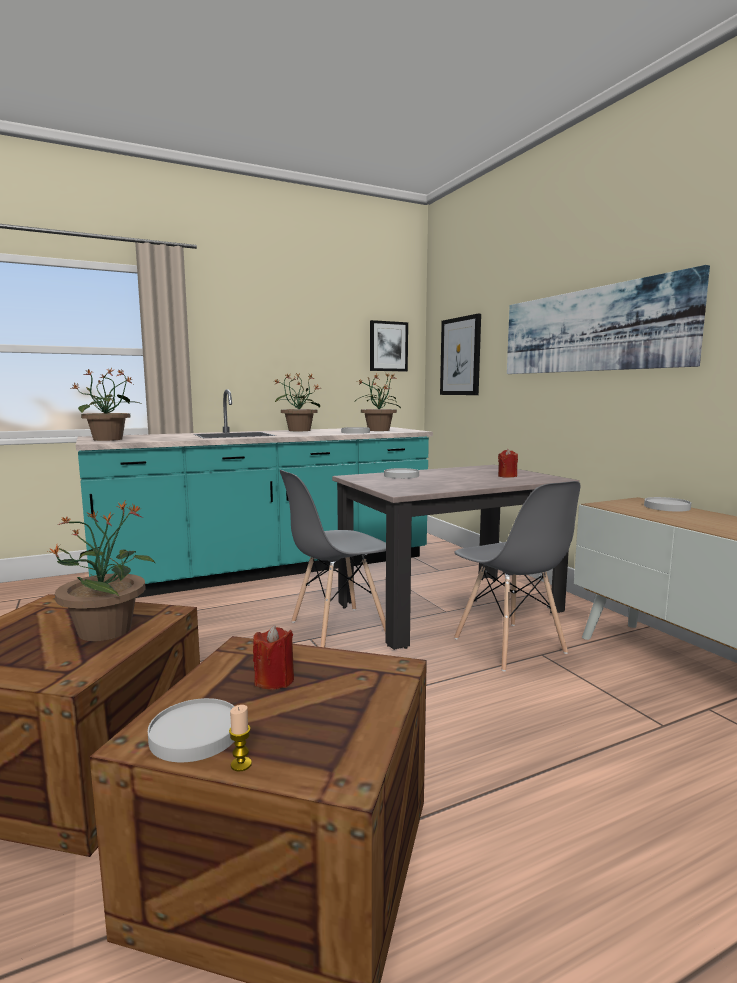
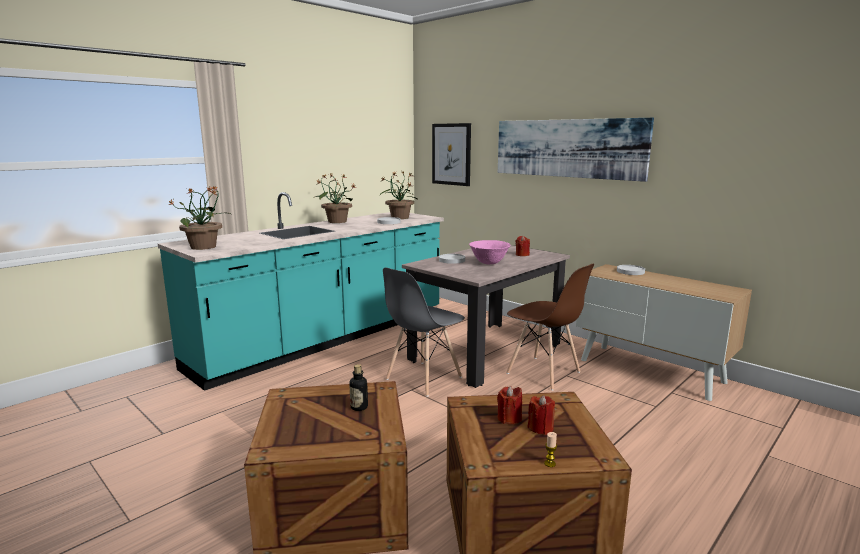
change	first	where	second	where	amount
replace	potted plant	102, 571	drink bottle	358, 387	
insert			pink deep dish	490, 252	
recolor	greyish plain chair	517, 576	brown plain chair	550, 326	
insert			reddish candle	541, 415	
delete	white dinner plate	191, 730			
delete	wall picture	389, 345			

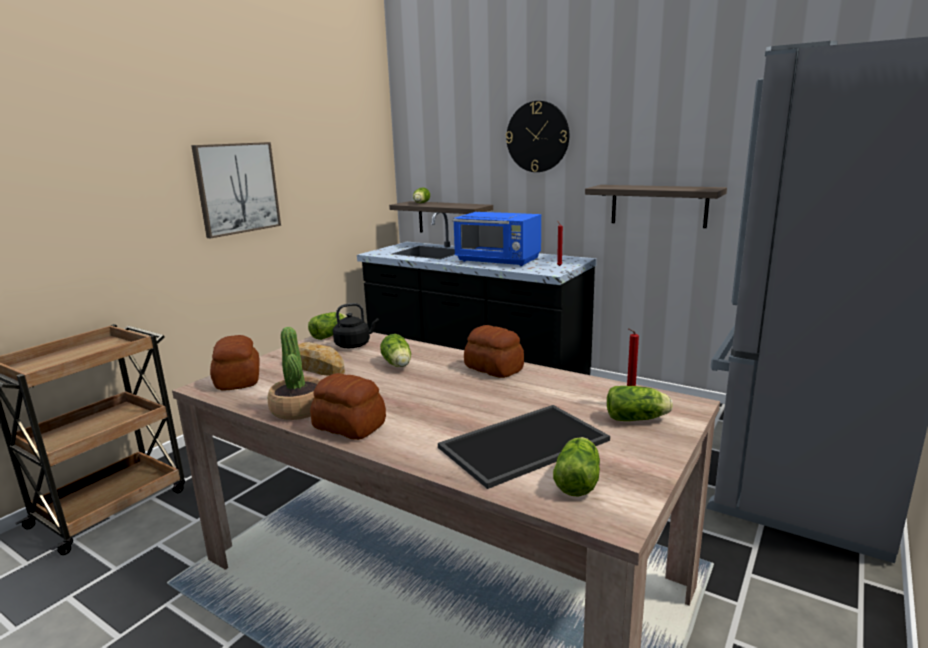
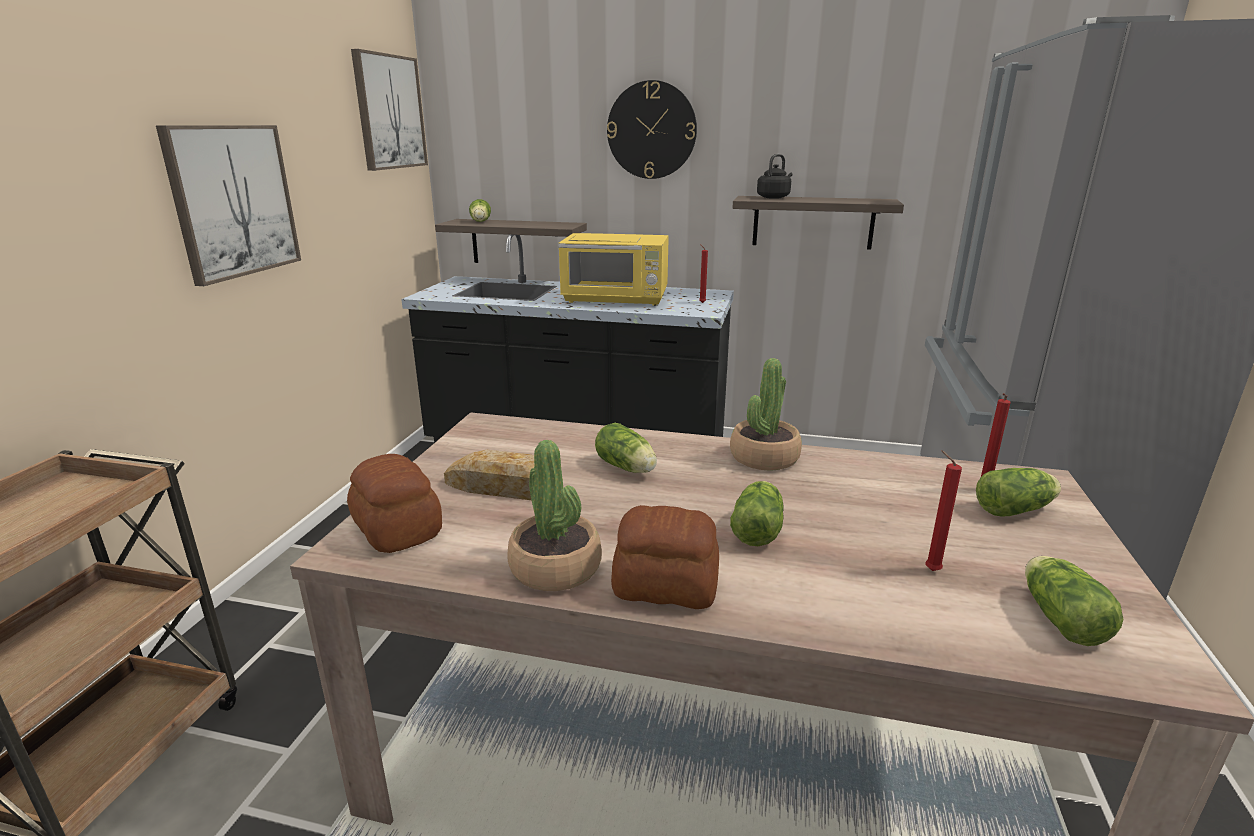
change	first	where	second	where	amount
insert			wall picture	389, 110	
recolor	bluish microwave	497, 239	yellow-coloured microwave	613, 269	
replace	bread	494, 351	potted plant	766, 414	
move	head of lettuce	327, 326		757, 513	
move	black kettle	356, 325		775, 176	
replace	carrying tray	524, 447	reddish candle	943, 510	

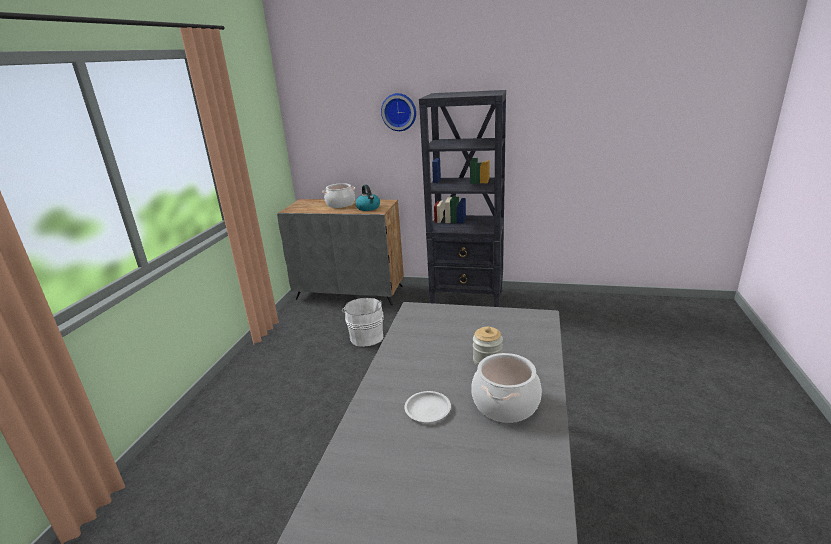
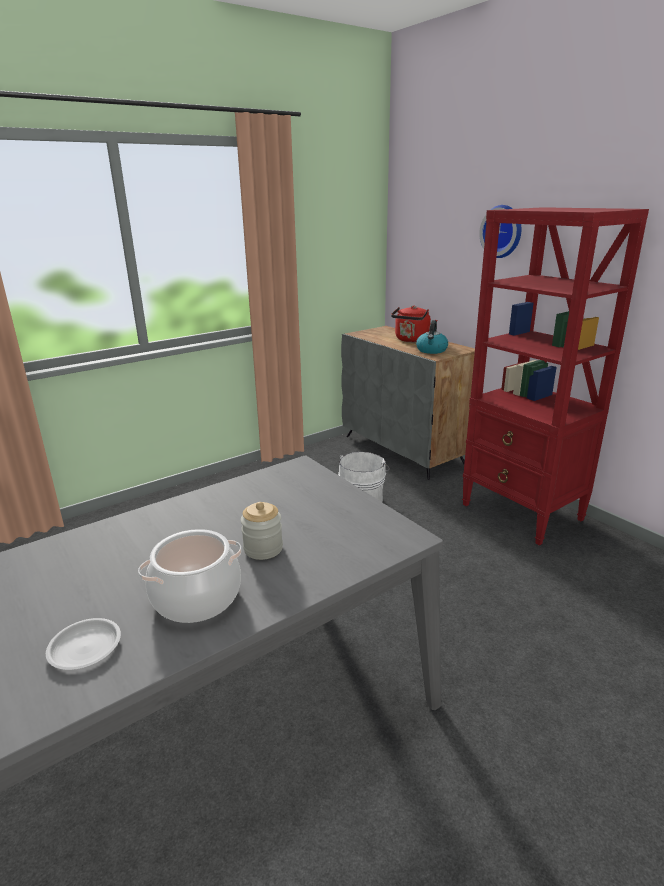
change	first	where	second	where	amount
move	white dinner plate	427, 406		83, 644	
replace	stockpot	338, 195	reddish kettle	414, 324	
recolor	black shelving unit	462, 198	reddish shelving unit	555, 376	

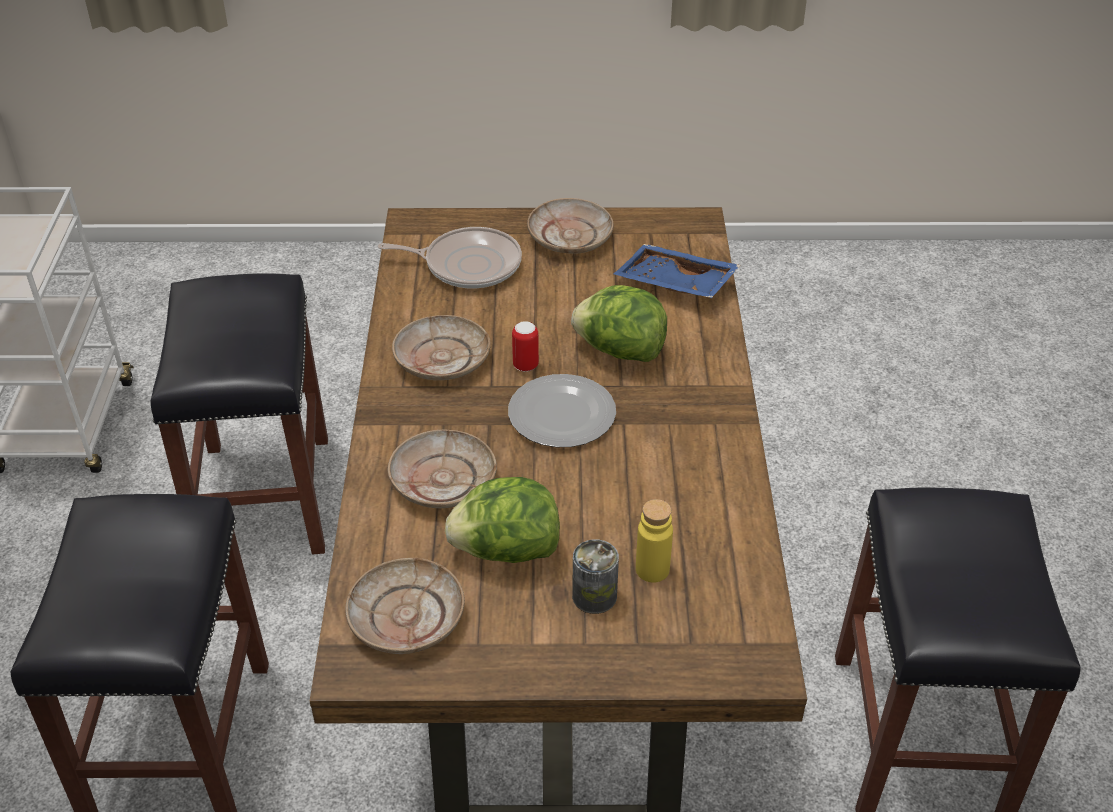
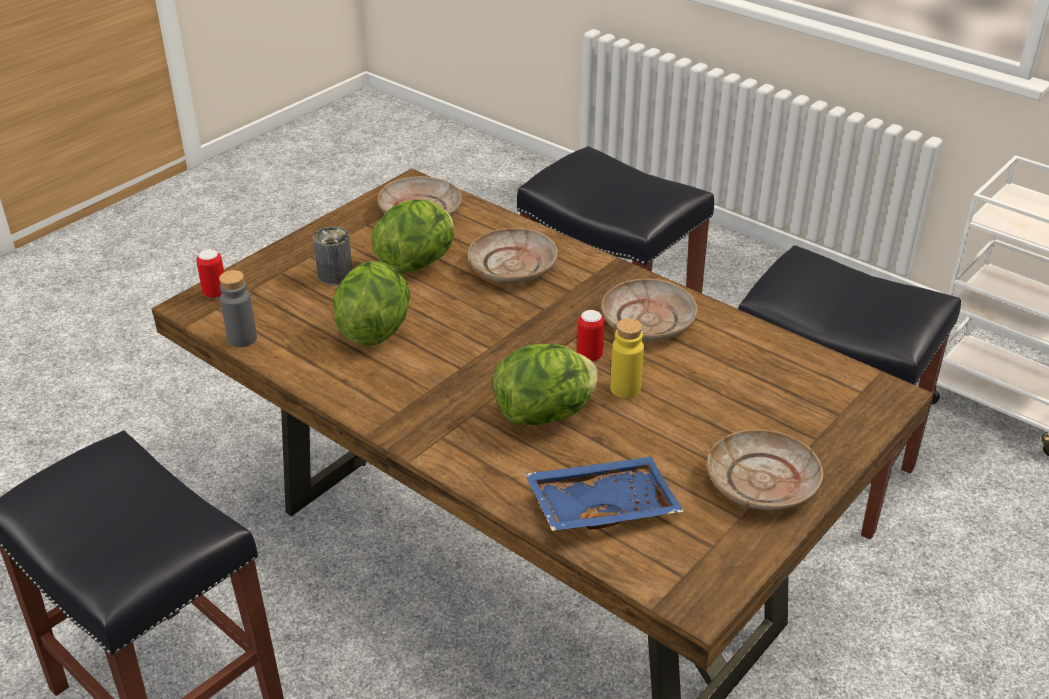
change	first	where	second	where	amount
insert			metal can	210, 273	
insert			greyish drink bottle	238, 308	
insert			head of lettuce	371, 303	
move	yellow-coloured drink bottle	654, 540		627, 358	
delete	frying pan	450, 257			
delete	dinner plate	562, 410			

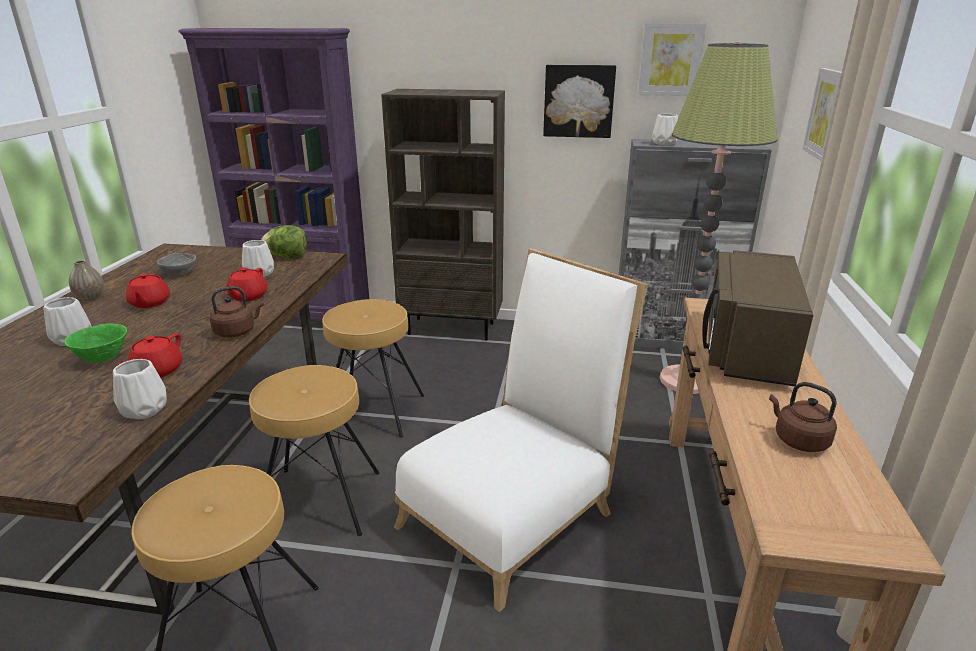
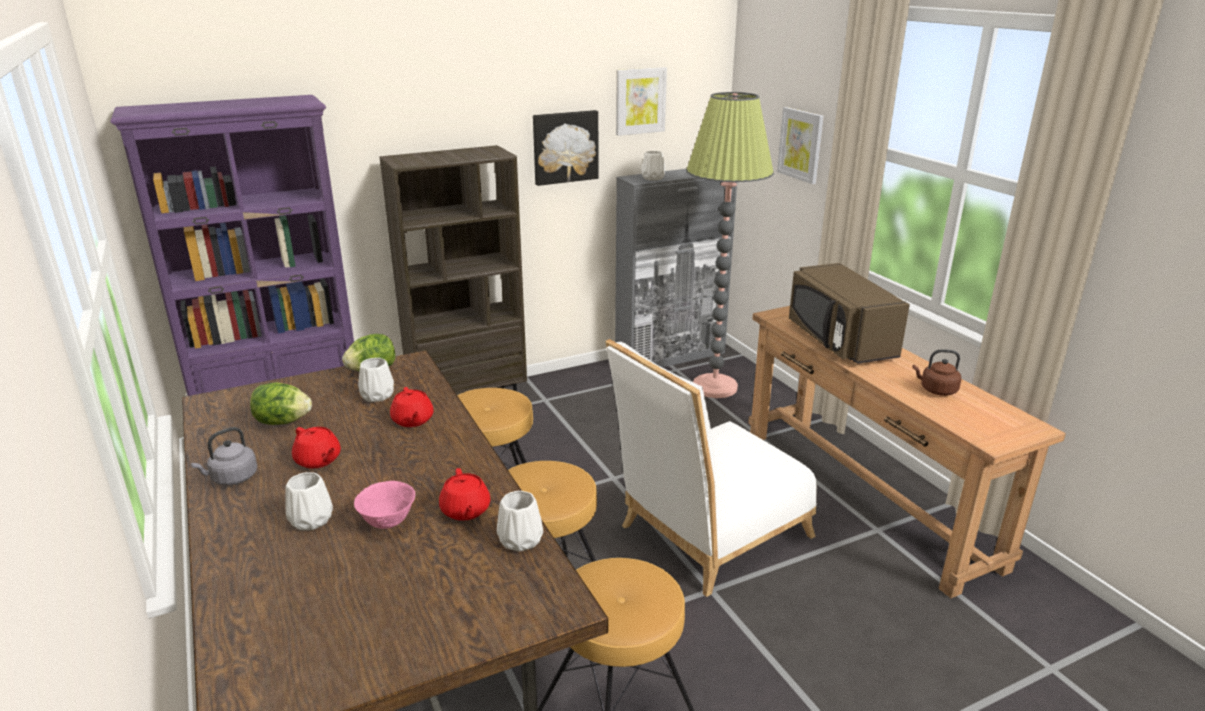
change	first	where	second	where	amount
replace	vase	86, 280	greyish kettle	224, 456	
replace	greyish deep dish	176, 264	head of lettuce	281, 403	
recolor	green-coloured deep dish	96, 343	pink deep dish	384, 505	
rotate	white plain chair	521, 430		711, 468	135 degrees counterclockwise
delete	brown kettle	237, 312			

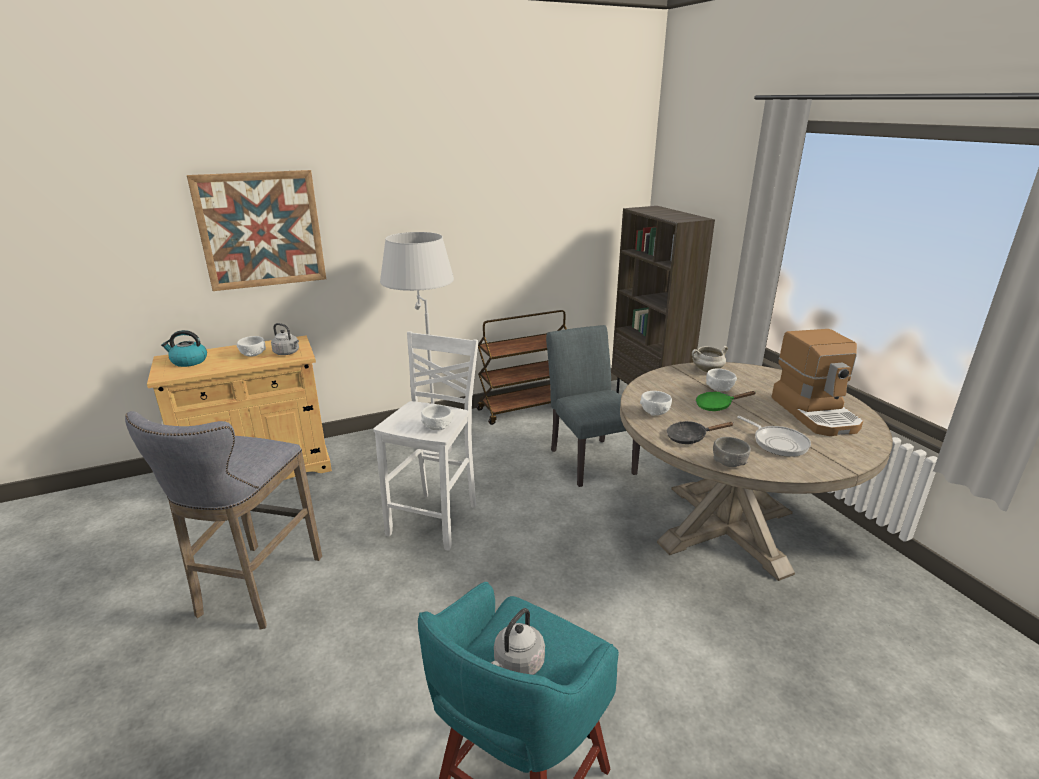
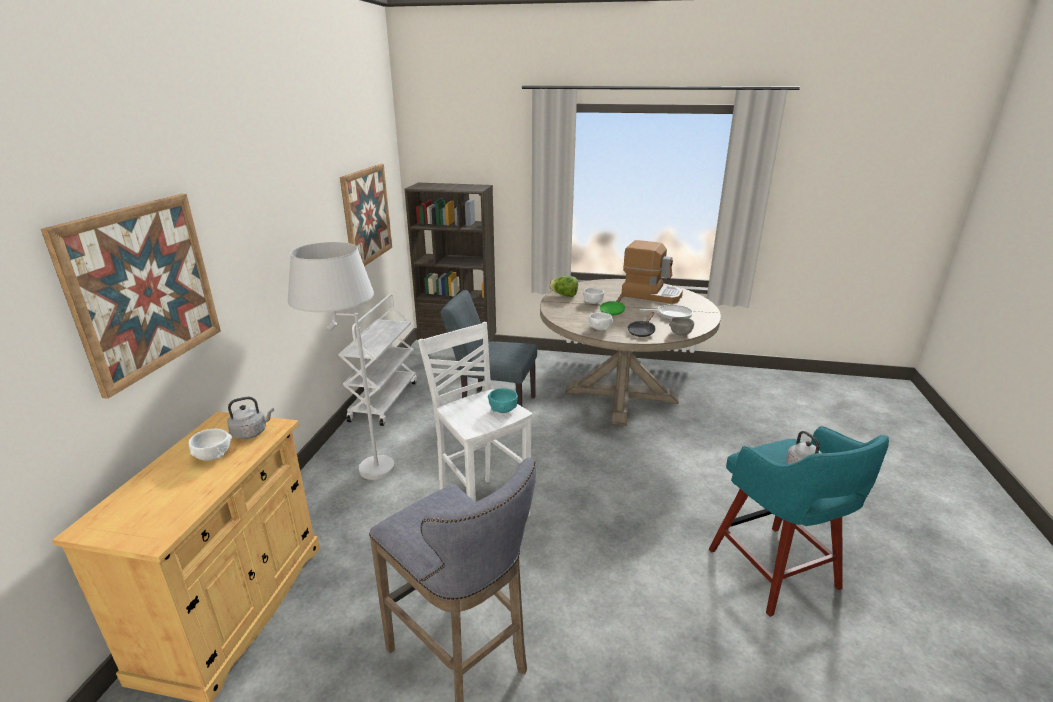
change	first	where	second	where	amount
recolor	brown trolley	521, 367	white trolley	377, 360	
insert			wall picture	366, 215	
recolor	white deep dish	437, 417	turquoise-coloured deep dish	503, 400	
replace	white stockpot	710, 359	head of lettuce	563, 286	
delete	kettle	184, 348			

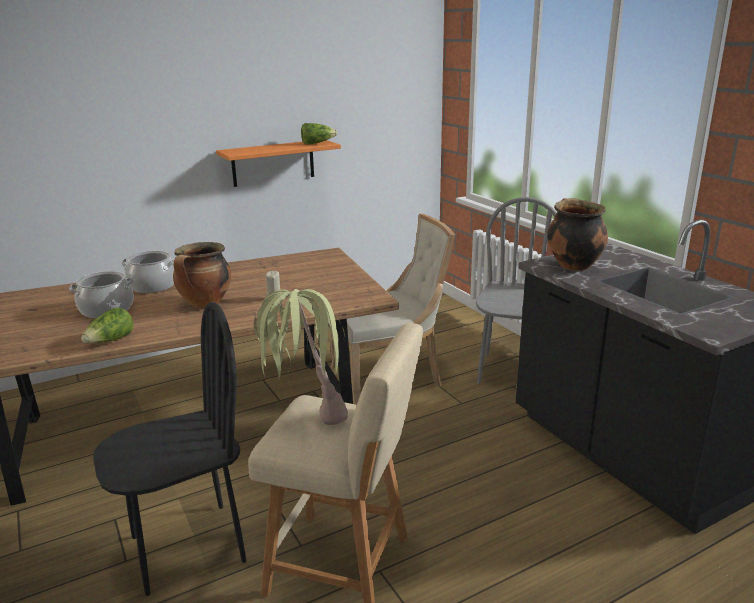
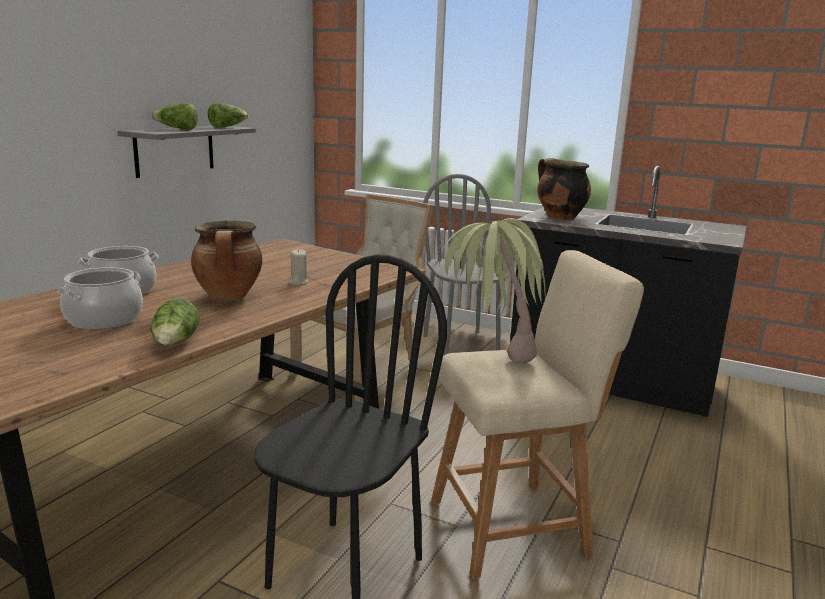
change	first	where	second	where	amount
recolor	orange-coloured wall shelf	278, 163	greyish wall shelf	186, 152	
insert			head of lettuce	175, 116	

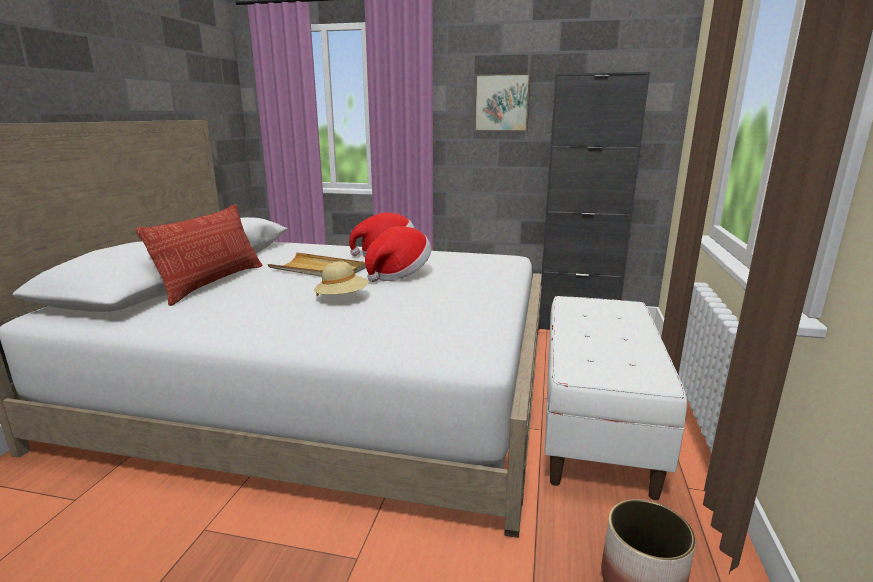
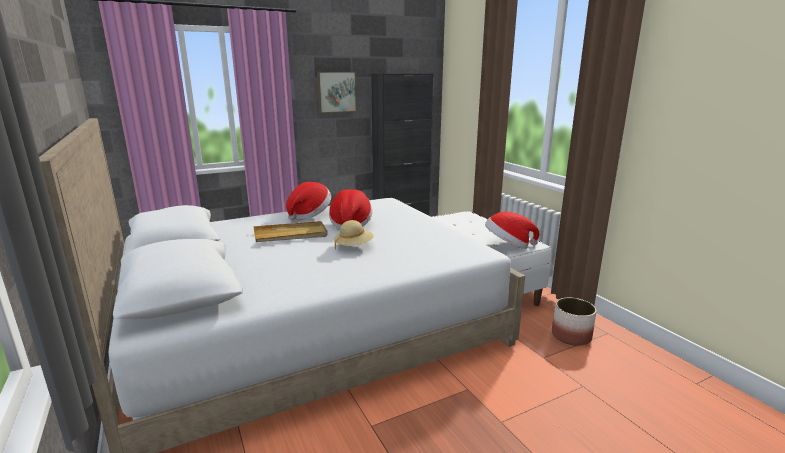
change	first	where	second	where	amount
insert			clothing hat	512, 230	
delete	cushion	199, 255			

